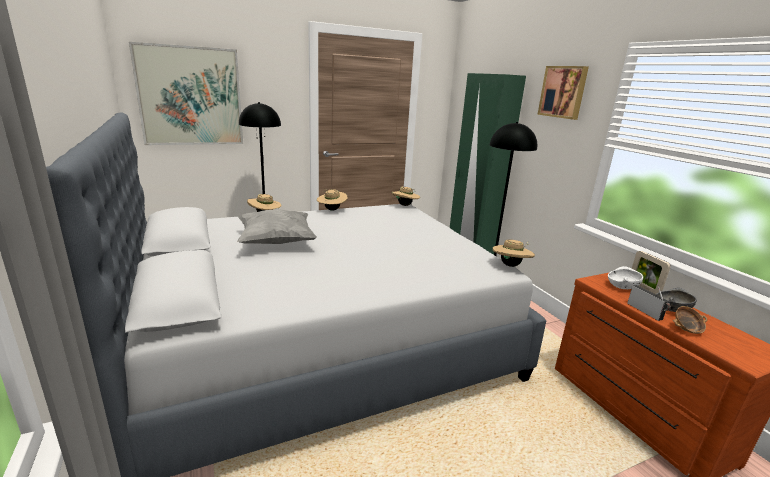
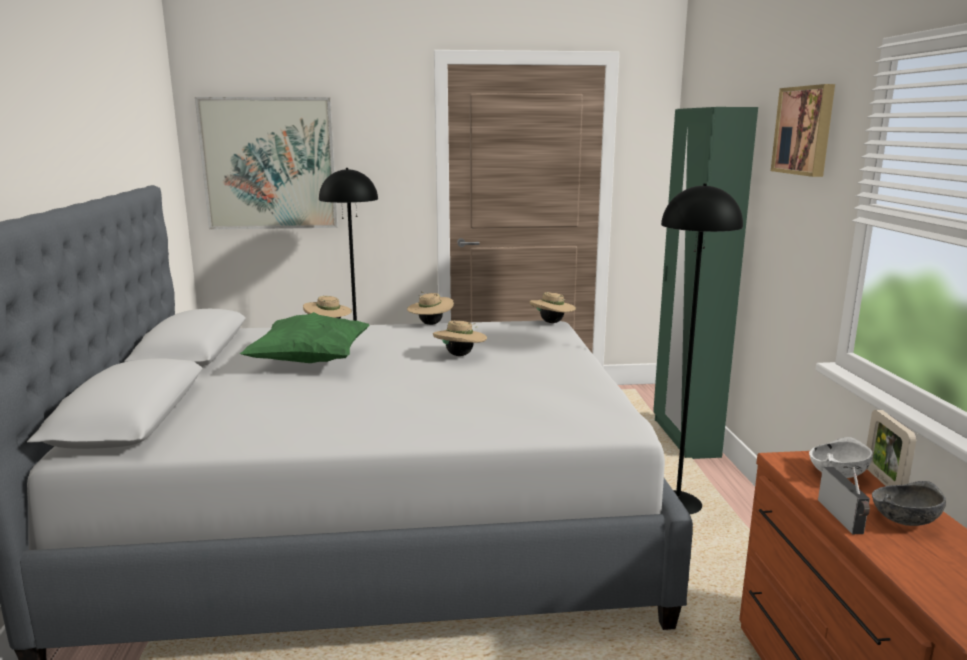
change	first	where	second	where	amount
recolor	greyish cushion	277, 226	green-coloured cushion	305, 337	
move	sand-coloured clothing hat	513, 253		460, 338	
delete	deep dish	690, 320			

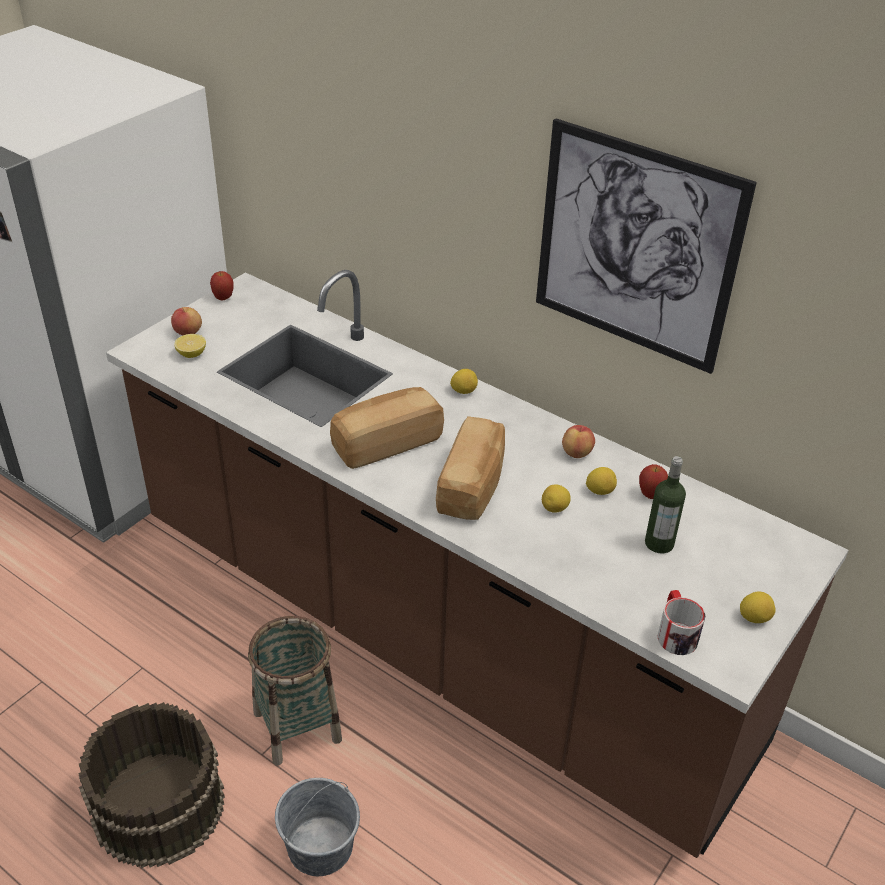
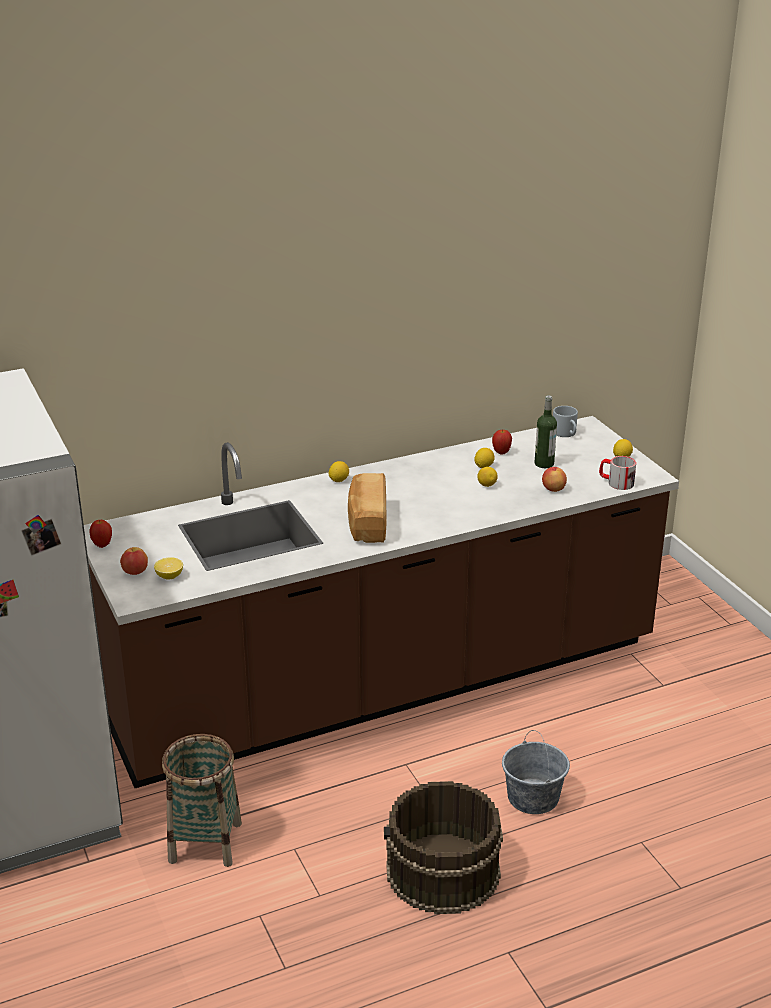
change	first	where	second	where	amount
move	basket	295, 690		202, 800	
move	whole apple	578, 441		554, 479	
insert			greyish mug	565, 421	
delete	bread	470, 468			
delete	wall picture	646, 246			

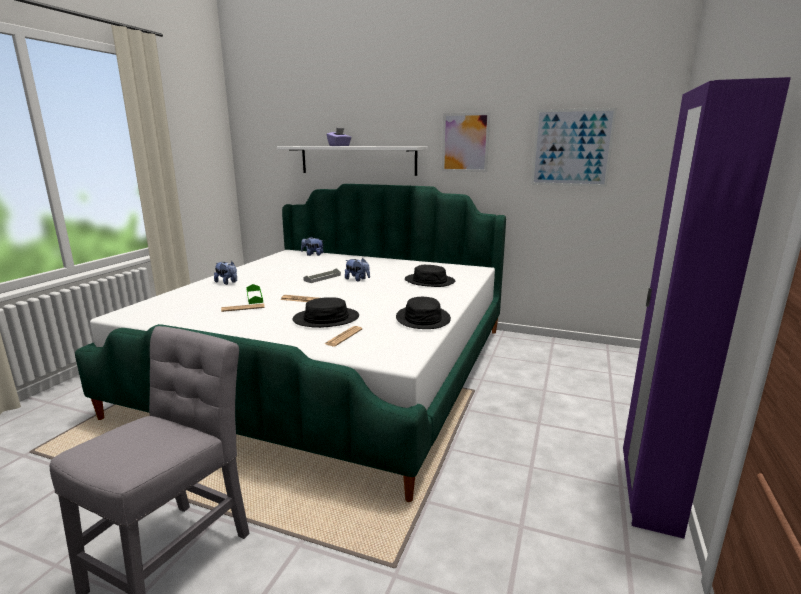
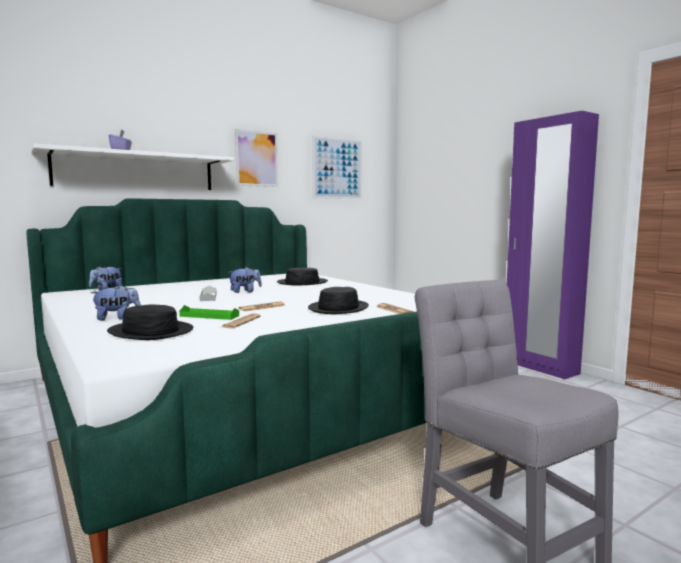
change	first	where	second	where	amount
move	black clothing hat	423, 313		150, 322	

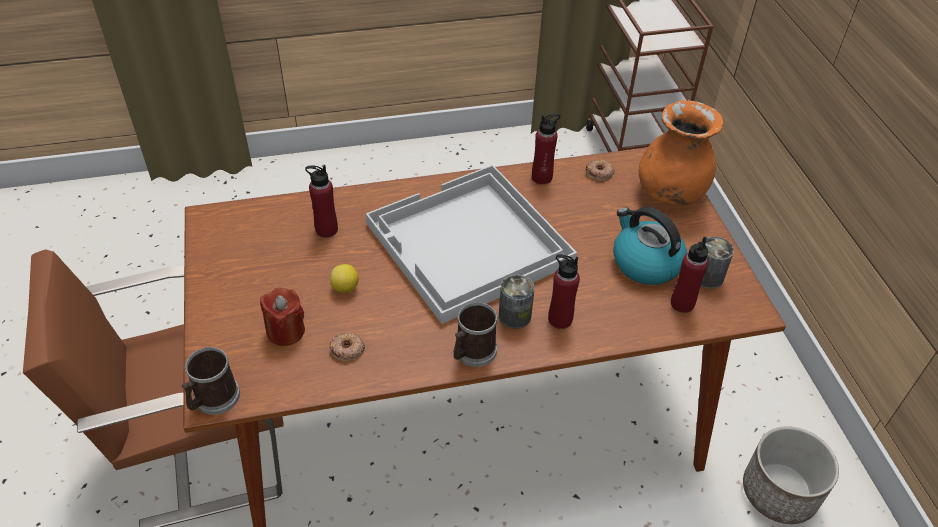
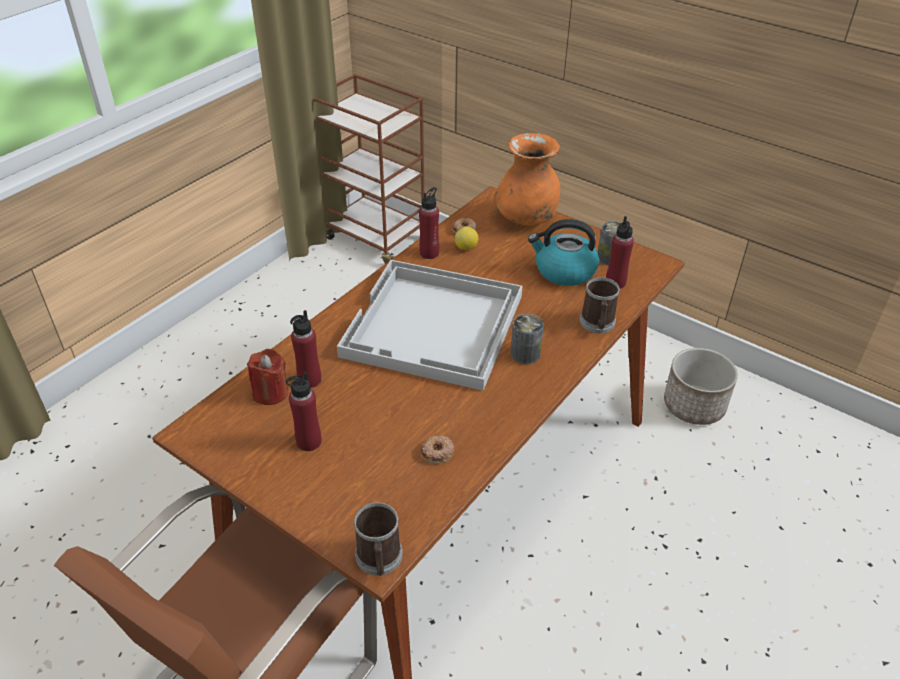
change	first	where	second	where	amount
move	reddish candle	282, 317		267, 377	
move	reddish drink bottle	564, 291		304, 411	
move	whole lemon	344, 278		466, 238	
move	mug	475, 334		599, 305	

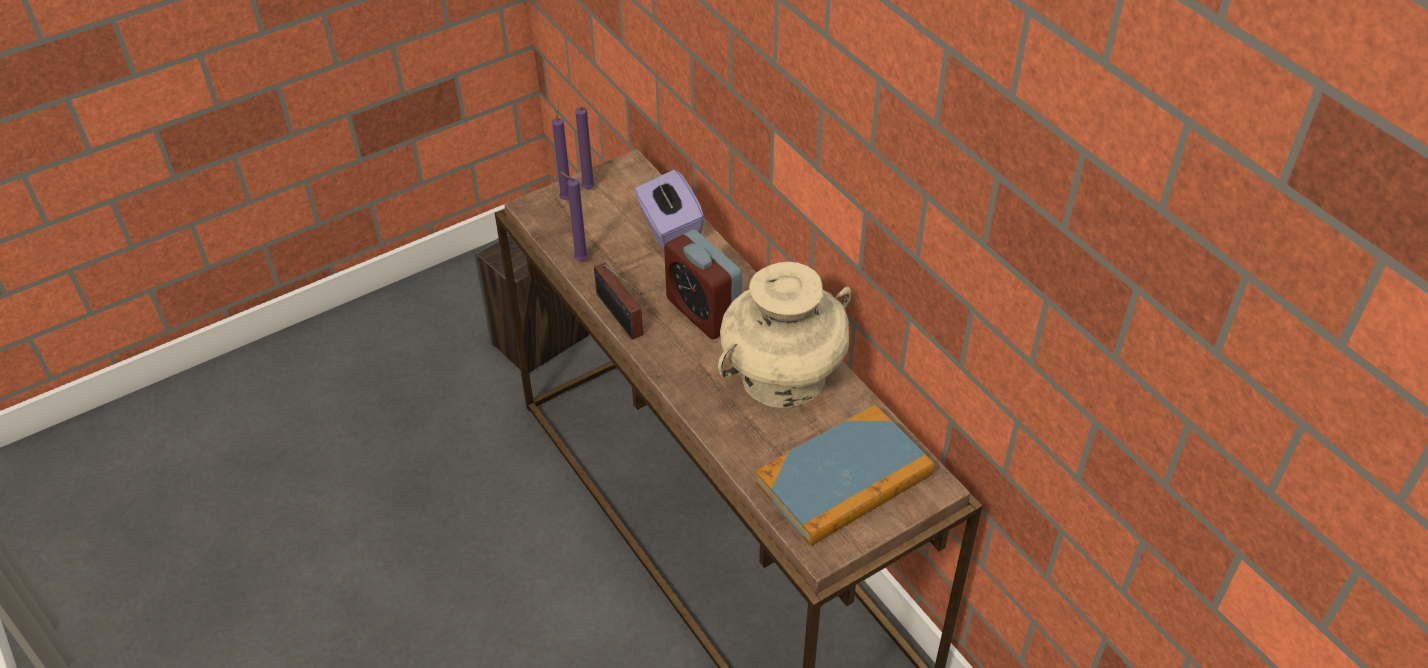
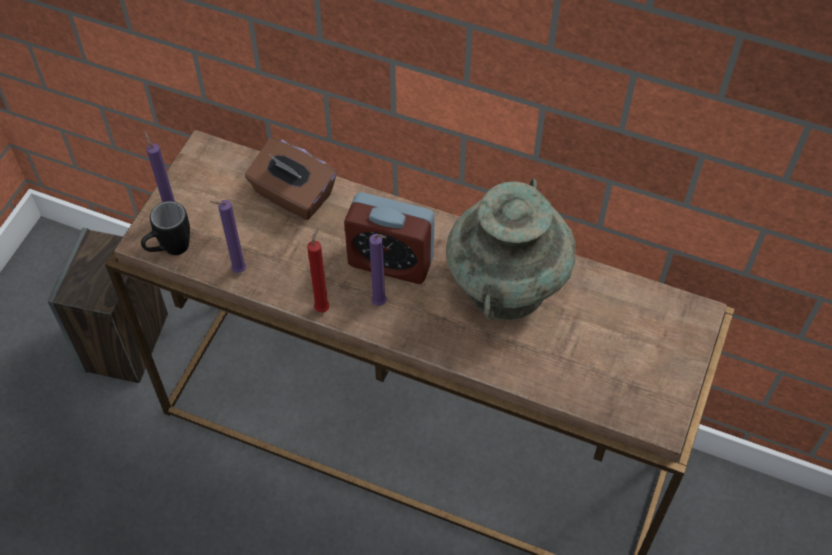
change	first	where	second	where	amount
insert			black mug	165, 228	
recolor	purple tissue box	669, 210	brown tissue box	291, 178	
replace	radio receiver	618, 301	reddish candle	318, 270	
move	purple candle	585, 147		378, 270	
recolor	sand-coloured vase	784, 335	turquoise-coloured vase	511, 249	
delete	book	844, 475			

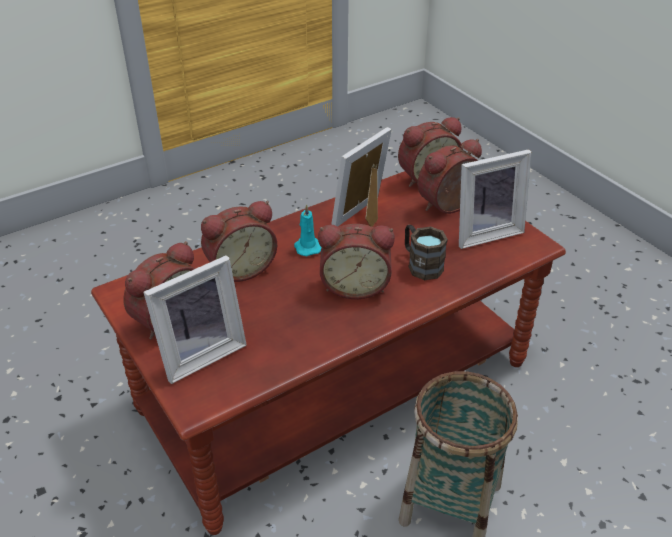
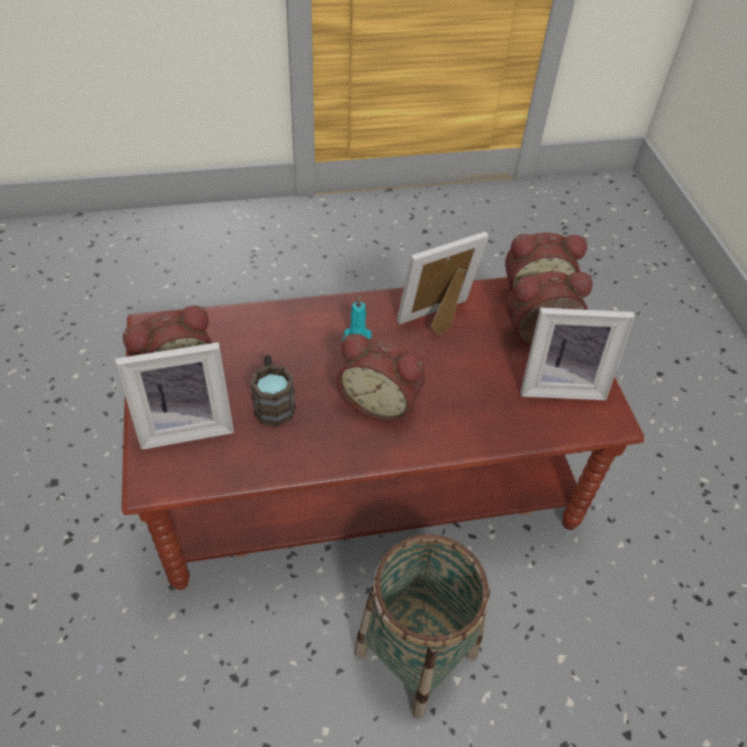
change	first	where	second	where	amount
move	brown mug	426, 252		273, 391	
delete	bedside clock	239, 241			

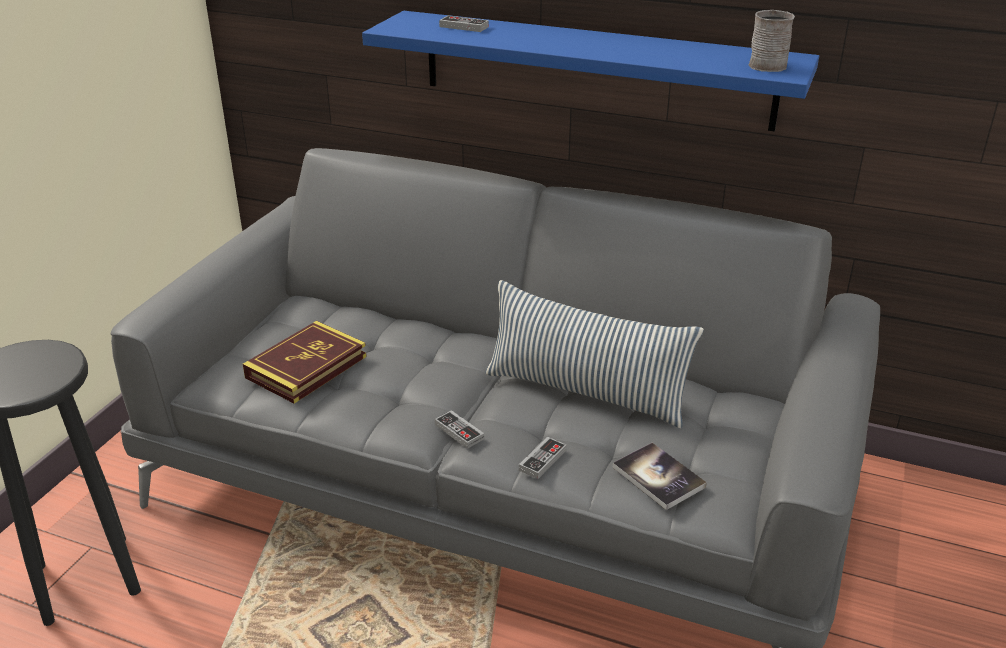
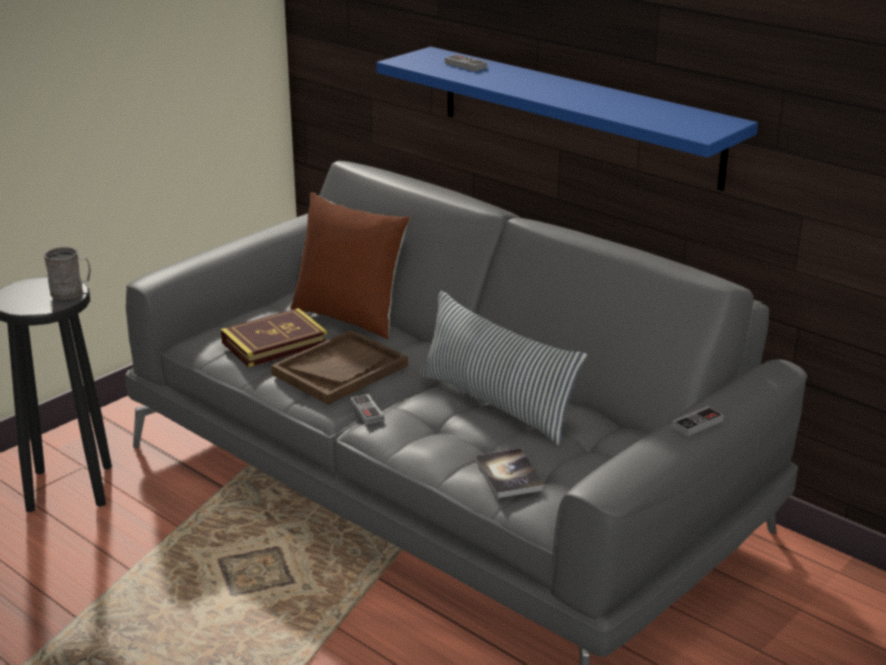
change	first	where	second	where	amount
move	greyish mug	771, 41		67, 273	
insert			brown carrying tray	339, 367	
insert			brown cushion	350, 265	
move	gamepad	543, 458		698, 421	

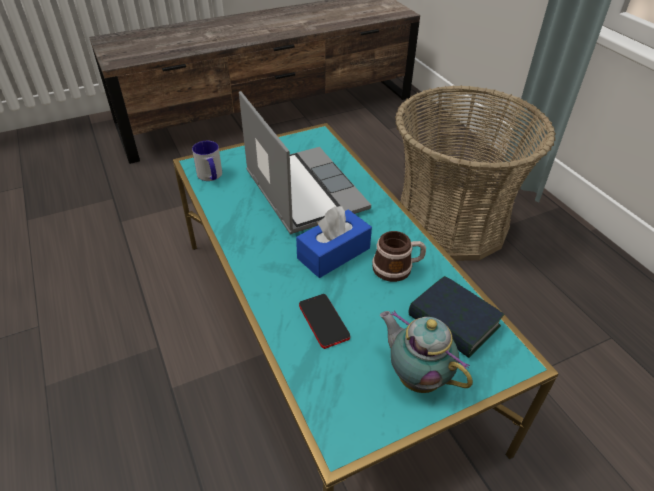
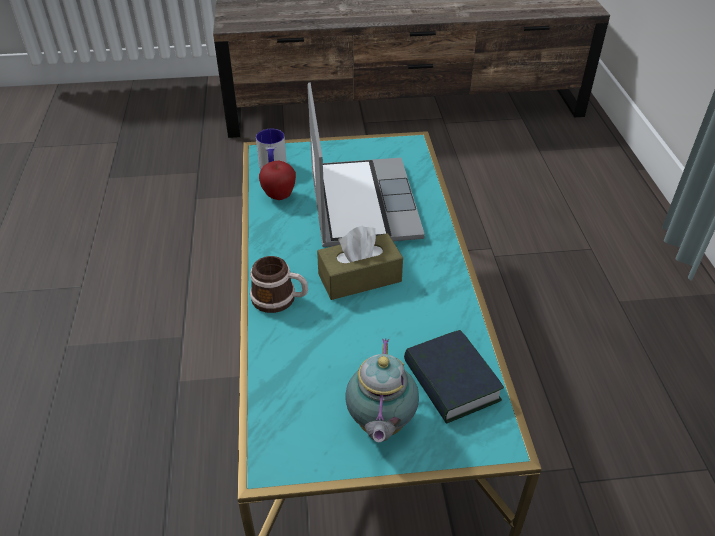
change	first	where	second	where	amount
move	mug	399, 256		279, 284	
insert			whole apple	277, 180	
recolor	bluish tissue box	334, 242	brown tissue box	360, 263	
rotate	teapot	426, 352		382, 390	150 degrees counterclockwise
delete	phone	324, 321			
delete	basket	475, 173			

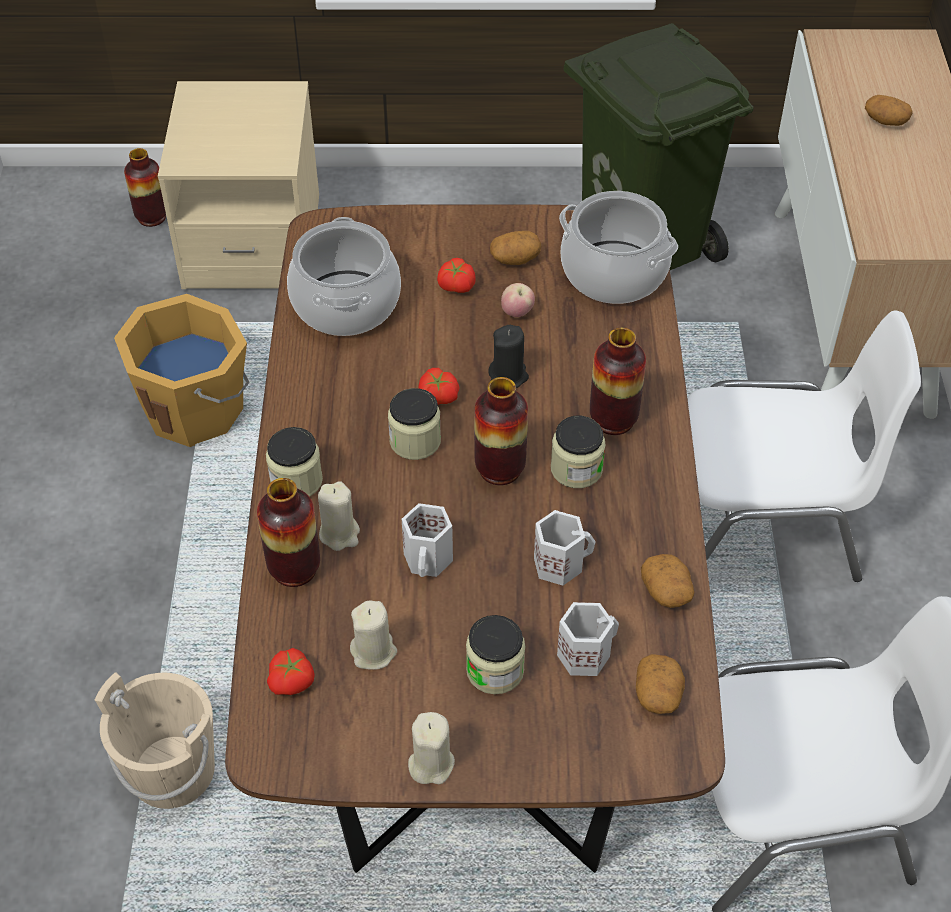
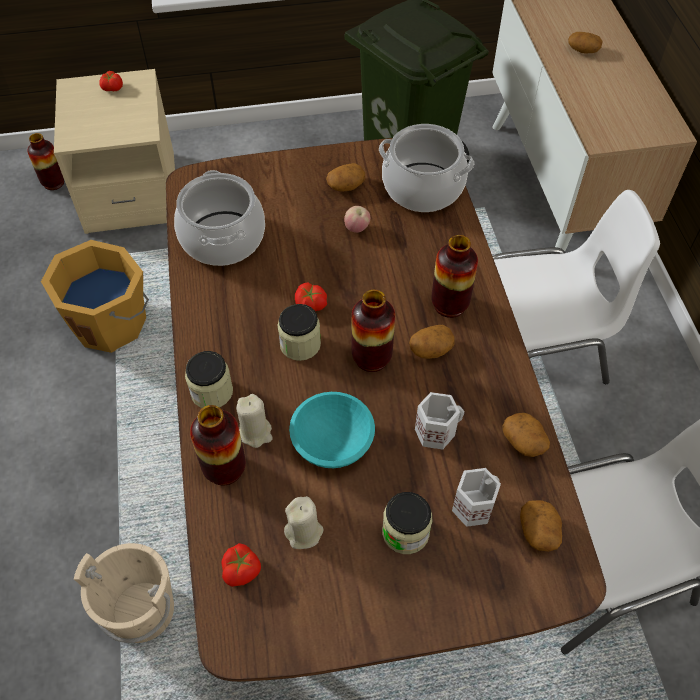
change	first	where	second	where	amount
move	fresh tomato	456, 275		111, 81	
replace	white mug	427, 540	turquoise-coloured deep dish	332, 430	
replace	storage jar	578, 452	whole potato	432, 342	
delete	sand-coloured candle	431, 748			
delete	black candle	509, 356			

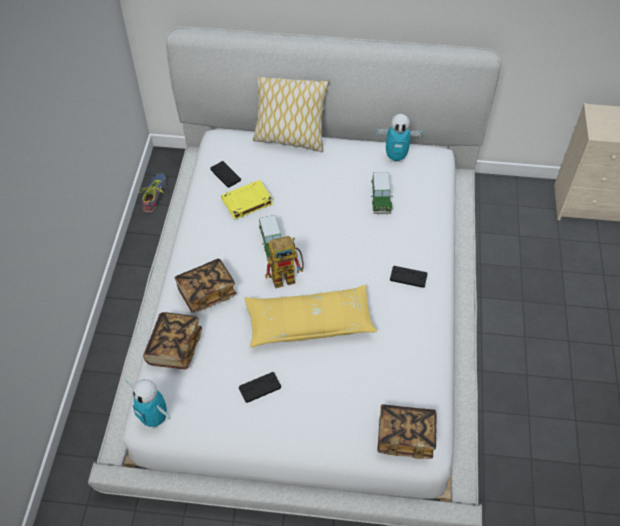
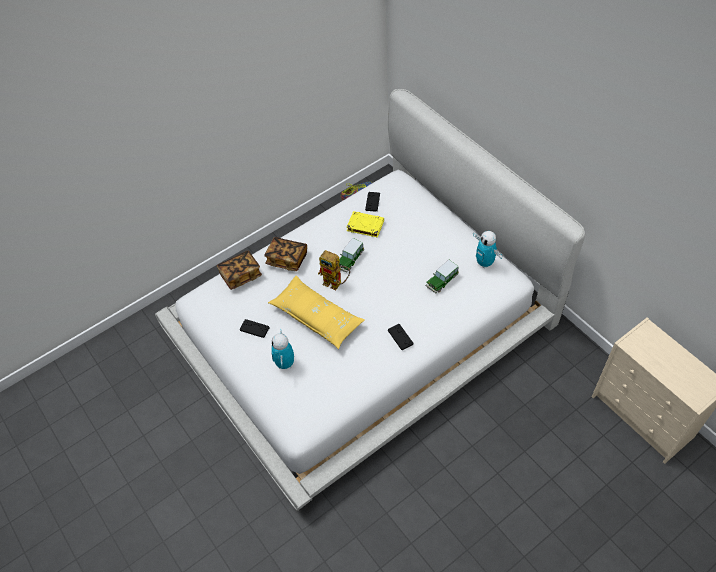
change	first	where	second	where	amount
move	model robot	148, 404		282, 349	
delete	cushion	291, 114			
delete	book	407, 431			

